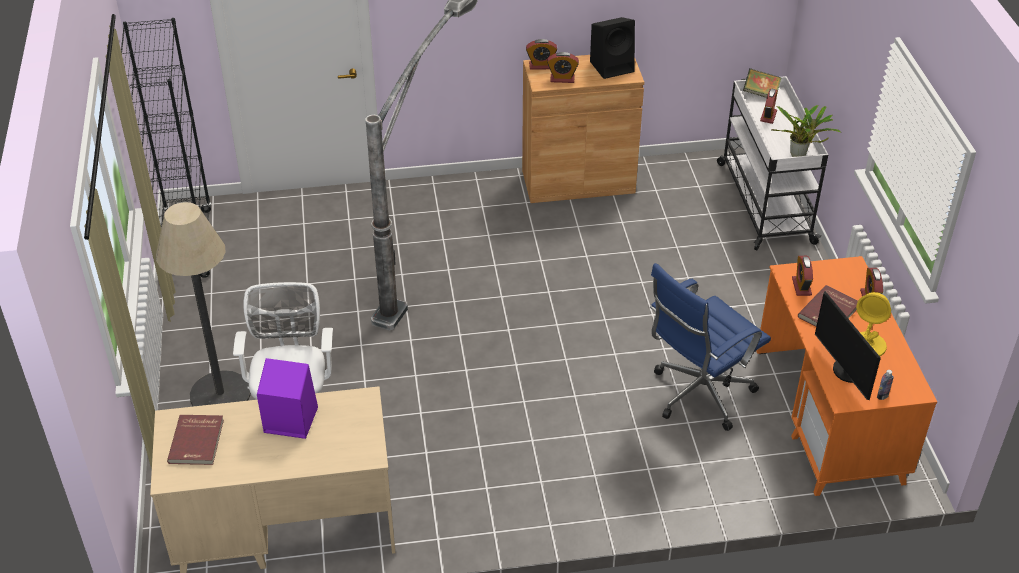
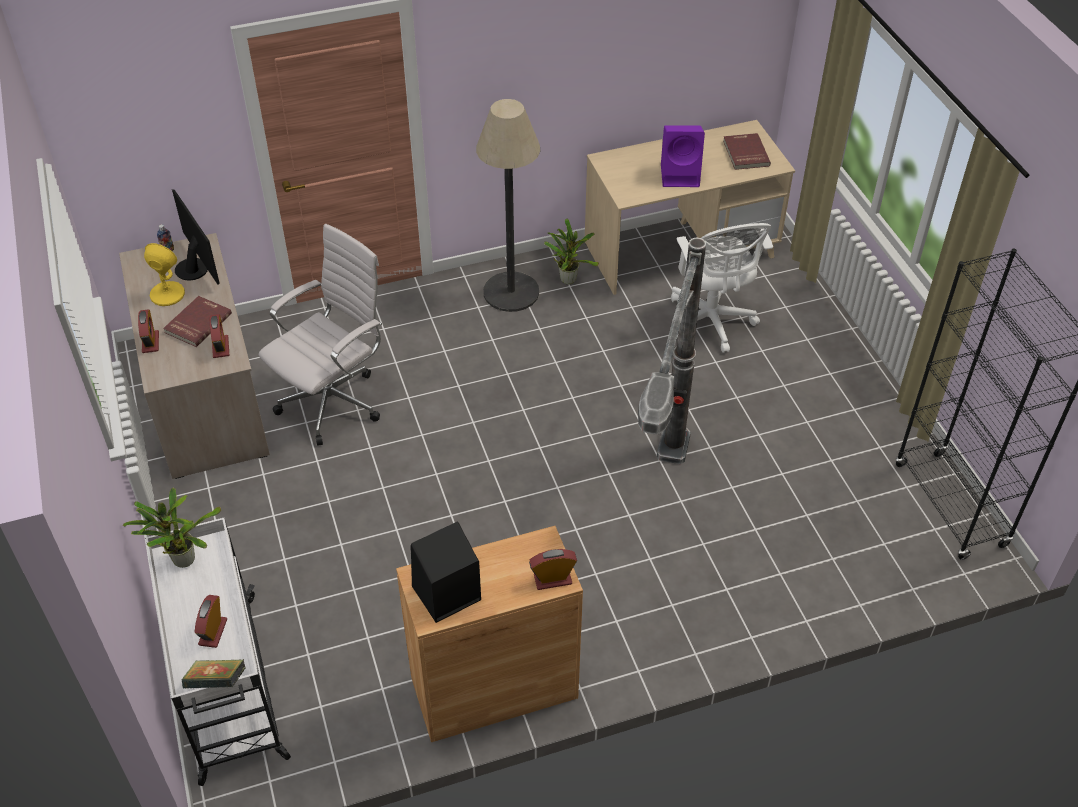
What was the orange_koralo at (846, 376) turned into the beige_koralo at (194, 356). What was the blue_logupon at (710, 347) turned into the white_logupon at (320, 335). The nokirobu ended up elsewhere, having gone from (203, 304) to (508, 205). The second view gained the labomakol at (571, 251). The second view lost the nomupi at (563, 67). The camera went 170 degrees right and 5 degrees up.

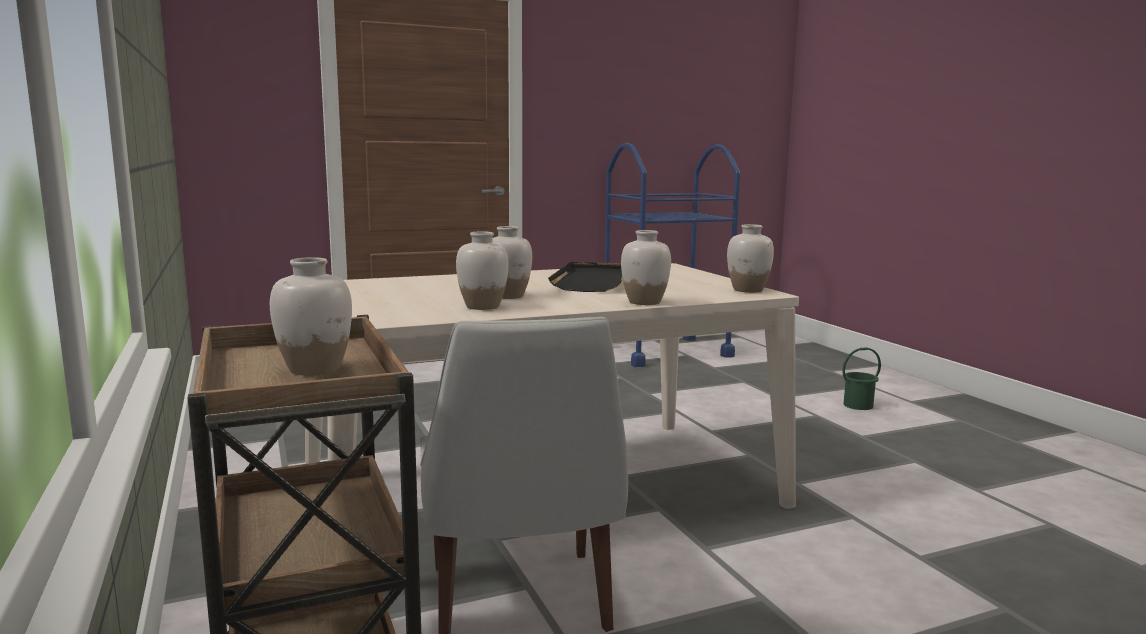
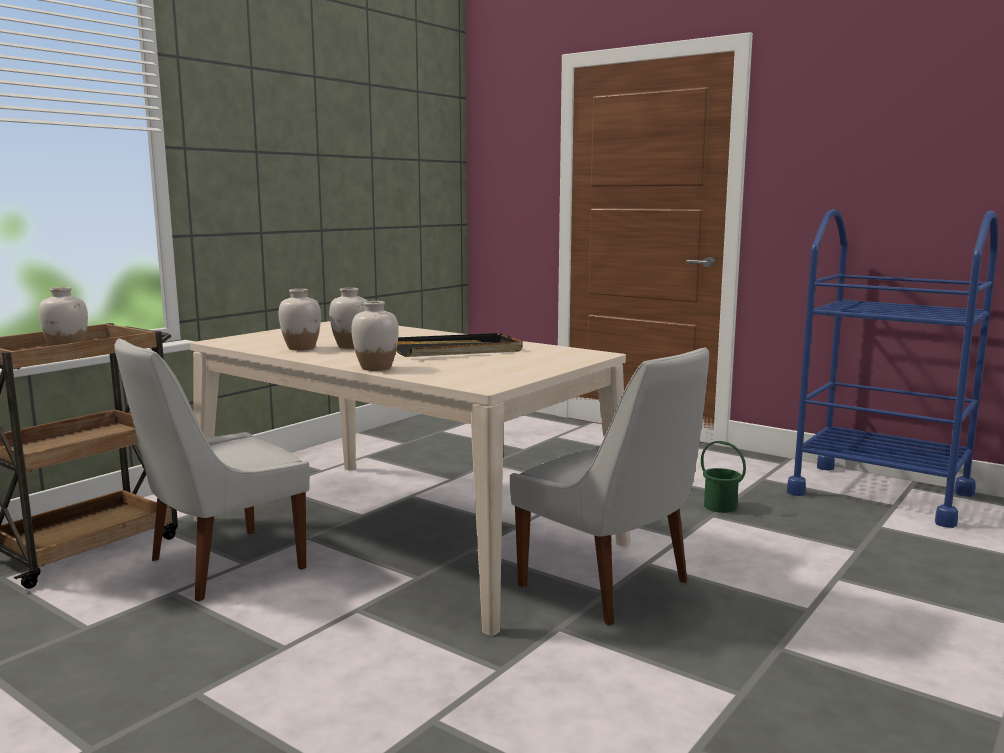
The second view gained the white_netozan at (609, 486). The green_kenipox ended up elsewhere, having gone from (862, 378) to (723, 477). The second view lost the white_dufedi at (750, 258). The camera went 60 degrees right and 0 degrees up.

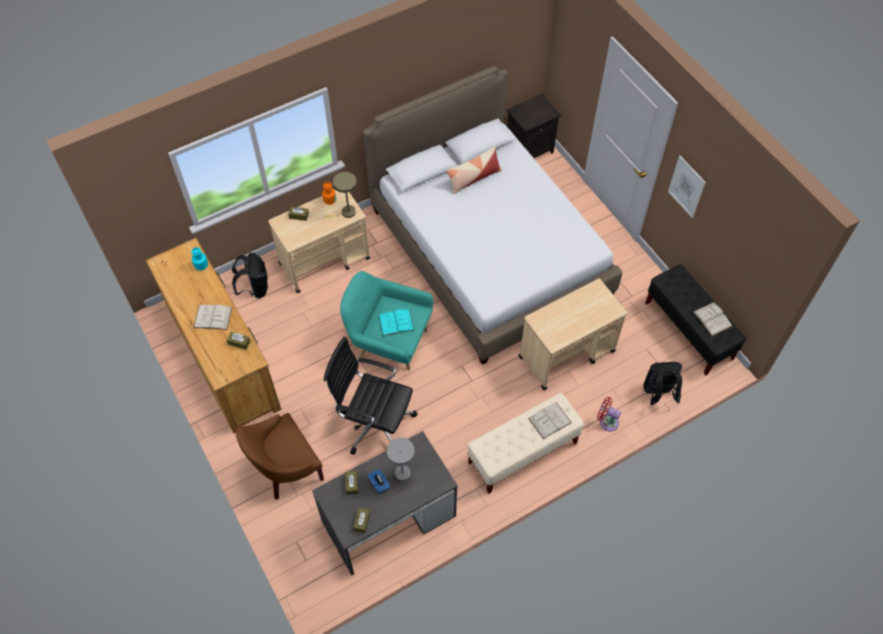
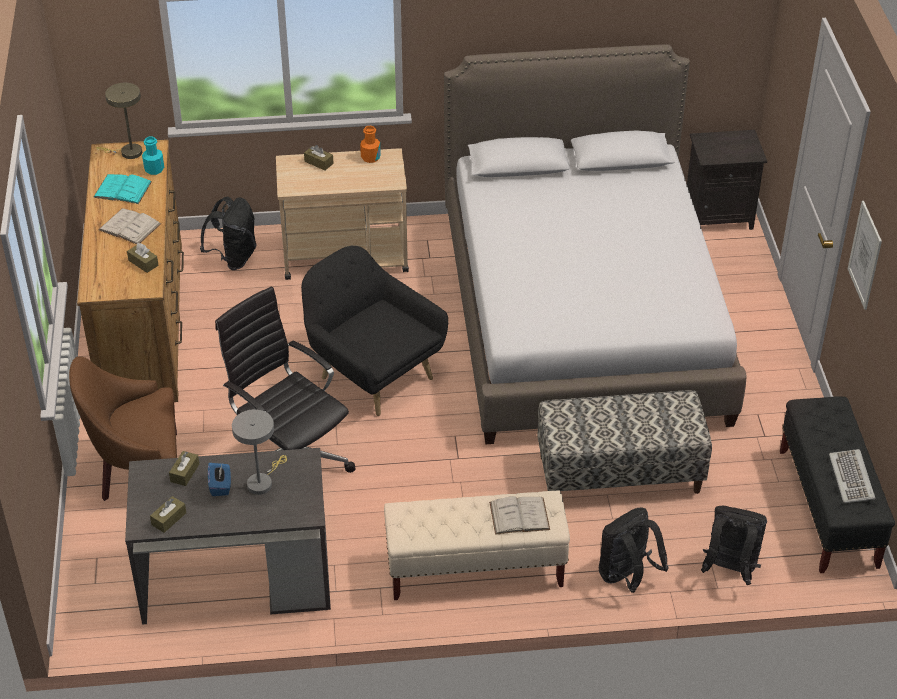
The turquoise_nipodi ended up elsewhere, having gone from (396, 322) to (122, 189). The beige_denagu ended up elsewhere, having gone from (340, 195) to (119, 121). What was the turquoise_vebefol at (386, 320) turned into the black_vebefol at (374, 331). Where the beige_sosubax stood at (573, 334), the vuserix came to stand at (624, 442). Where the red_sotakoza stood at (609, 414), the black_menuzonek came to stand at (634, 550). Where the white_nipodi stood at (713, 319), the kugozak came to stand at (852, 476). The second view lost the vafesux at (474, 170). The camera went 25 degrees right and 15 degrees down.

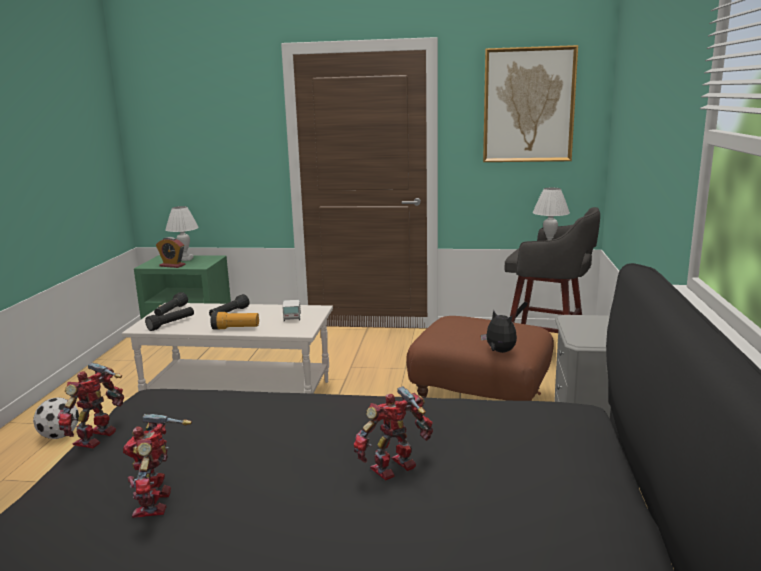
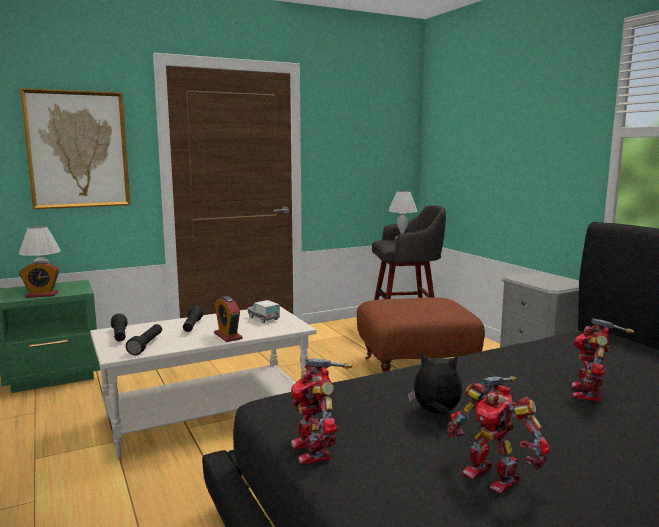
The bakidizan ended up elsewhere, having gone from (530, 103) to (75, 148). Where the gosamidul stood at (235, 320), the nomupi came to stand at (228, 319). The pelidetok ended up elsewhere, having gone from (499, 331) to (435, 383). The second view lost the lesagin at (56, 418). The camera went 35 degrees left and 5 degrees down.

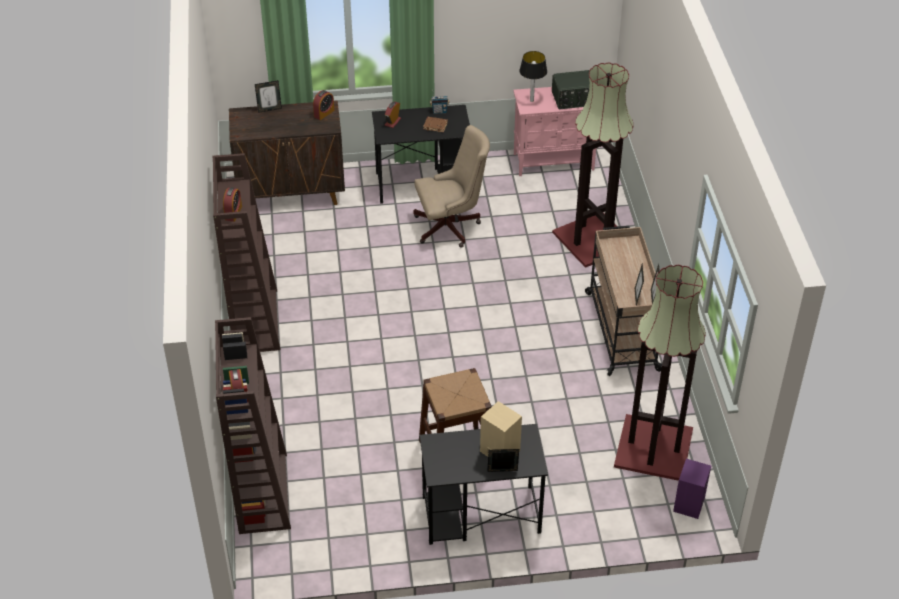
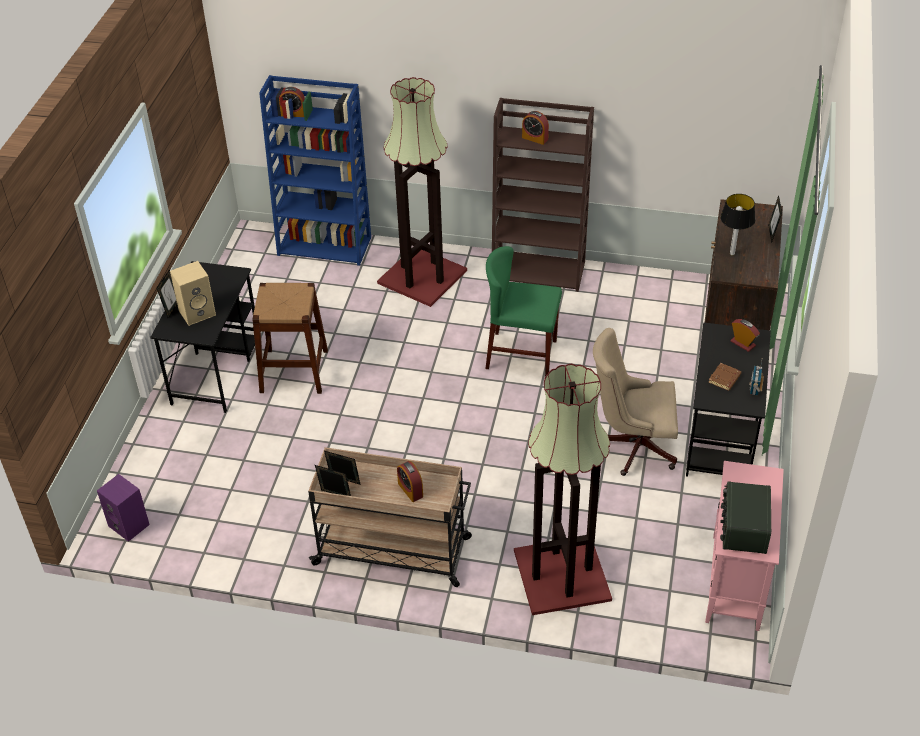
What was the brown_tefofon at (253, 425) turned into the blue_tefofon at (315, 170). The nokirobu ended up elsewhere, having gone from (660, 373) to (422, 192). The nomupi ended up elsewhere, having gone from (323, 105) to (410, 481). The second view gained the green_netozan at (524, 311). The beige_logupon at (451, 186) ended up facing another way, 90 degrees clockwise from before. The denagu ended up elsewhere, having gone from (533, 76) to (737, 224). The camera went 110 degrees right and 0 degrees up.

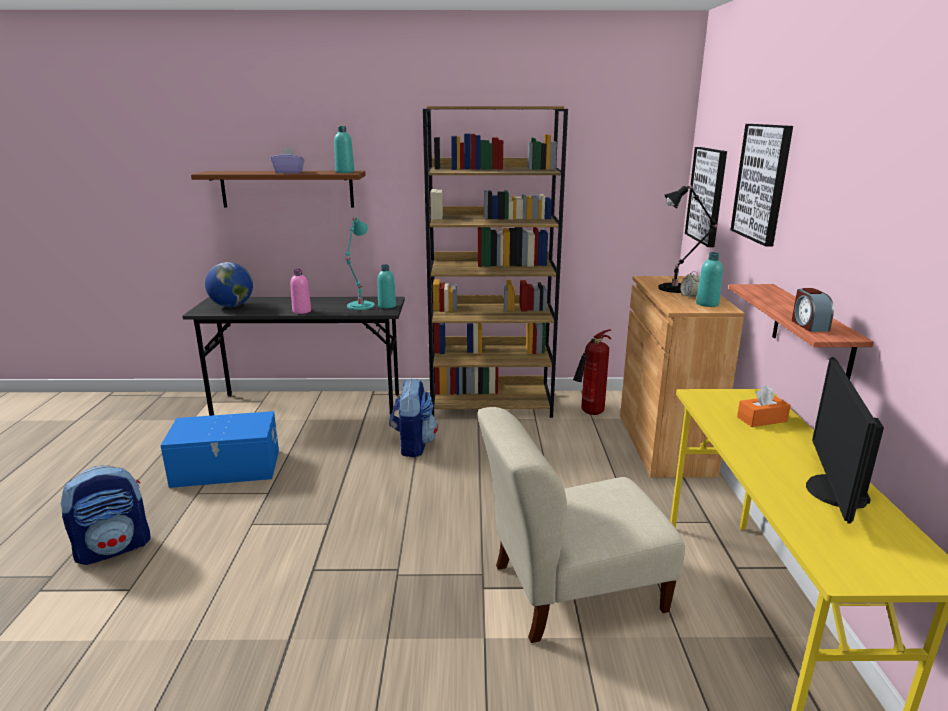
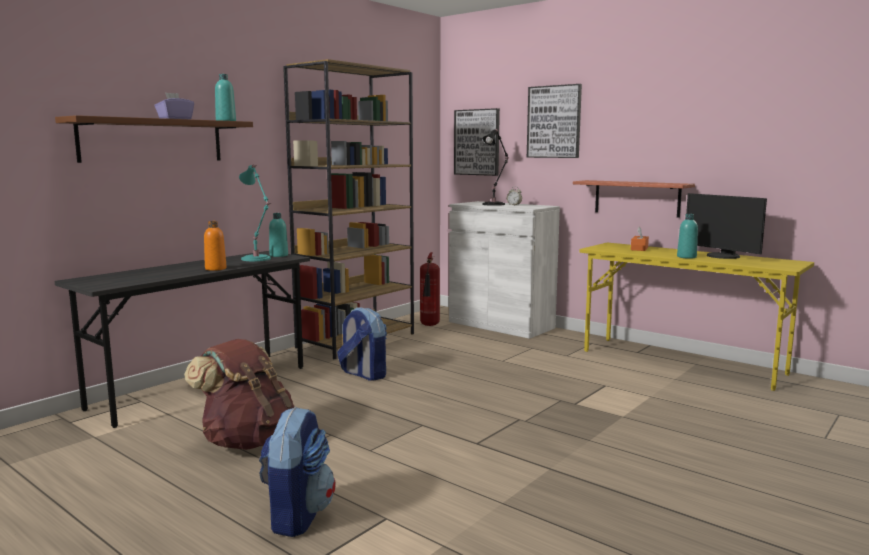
Where the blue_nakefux stood at (219, 449), the brown_menuzonek came to stand at (239, 394). What was the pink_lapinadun at (300, 291) turned into the orange_lapinadun at (215, 246). What was the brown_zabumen at (682, 377) turned into the white_zabumen at (504, 270). The turquoise_lapinadun ended up elsewhere, having gone from (709, 279) to (687, 236). The second view lost the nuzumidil at (229, 284). The second view lost the beige_netozan at (581, 525). The second view lost the nomupi at (813, 310). The camera went 50 degrees left and 10 degrees down.

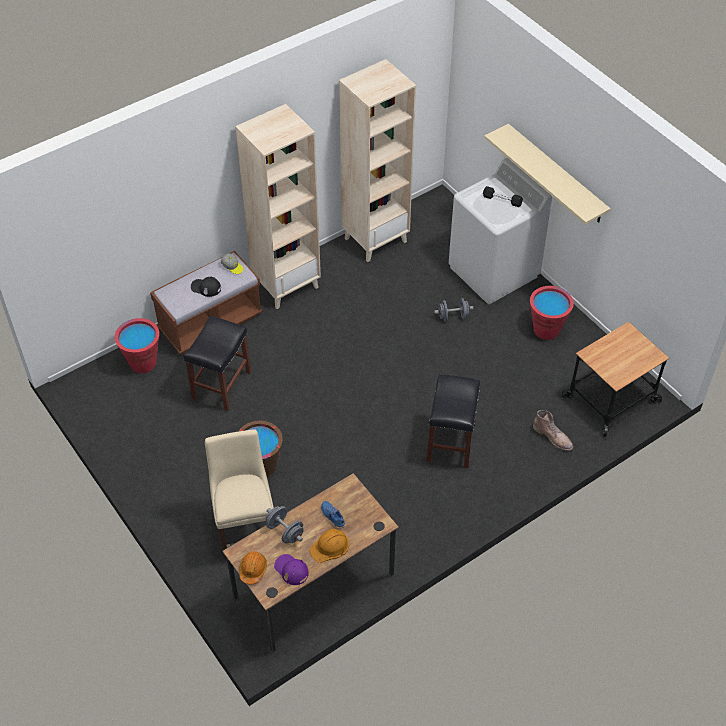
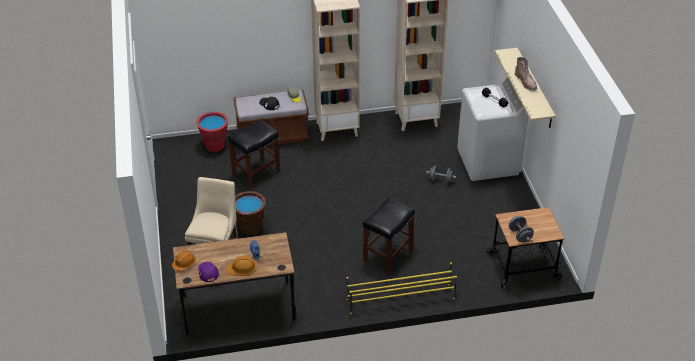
The second view gained the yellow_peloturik at (401, 288). The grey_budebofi ended up elsewhere, having gone from (285, 524) to (521, 229). The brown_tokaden ended up elsewhere, having gone from (553, 430) to (526, 74). The second view lost the red_kenipox at (552, 313). The camera went 25 degrees right and 10 degrees down.

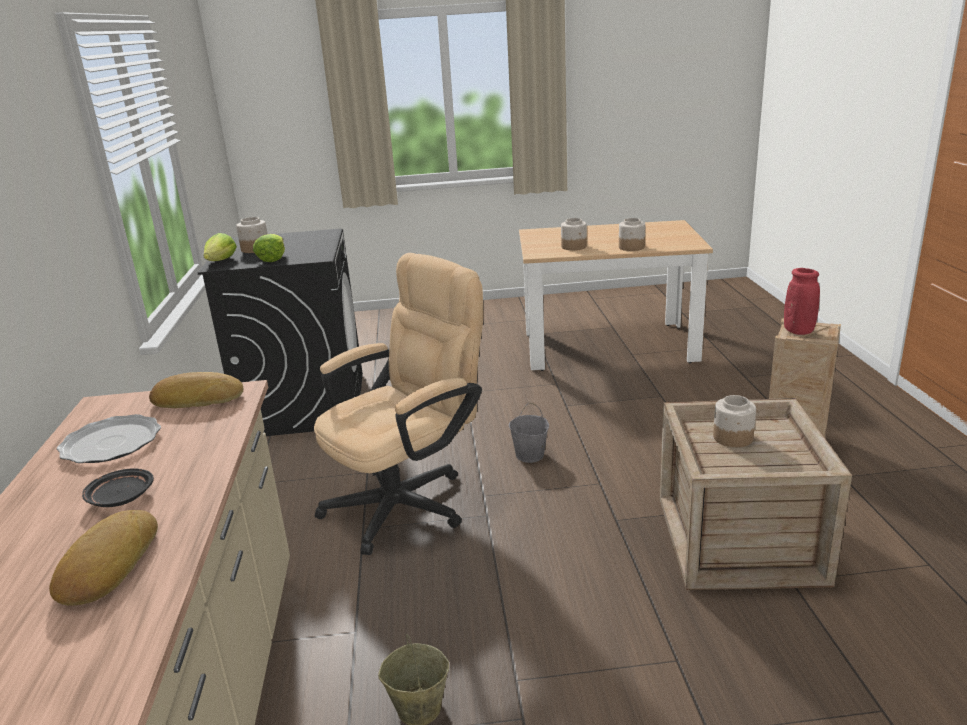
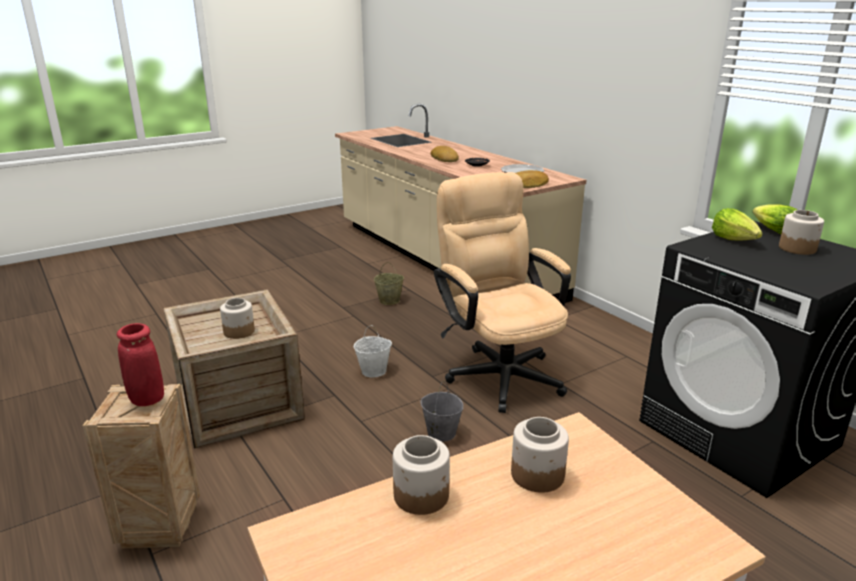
The second view gained the white_kenipox at (373, 351). The beige_logupon at (398, 404) ended up facing another way, 135 degrees clockwise from before. The camera went 150 degrees right and 0 degrees up.

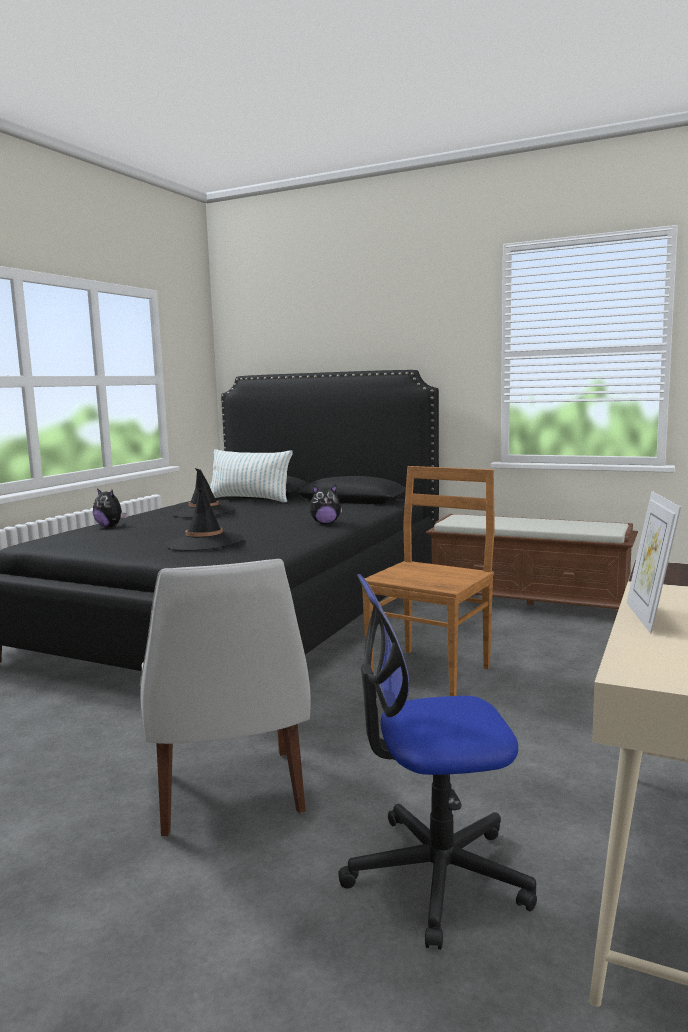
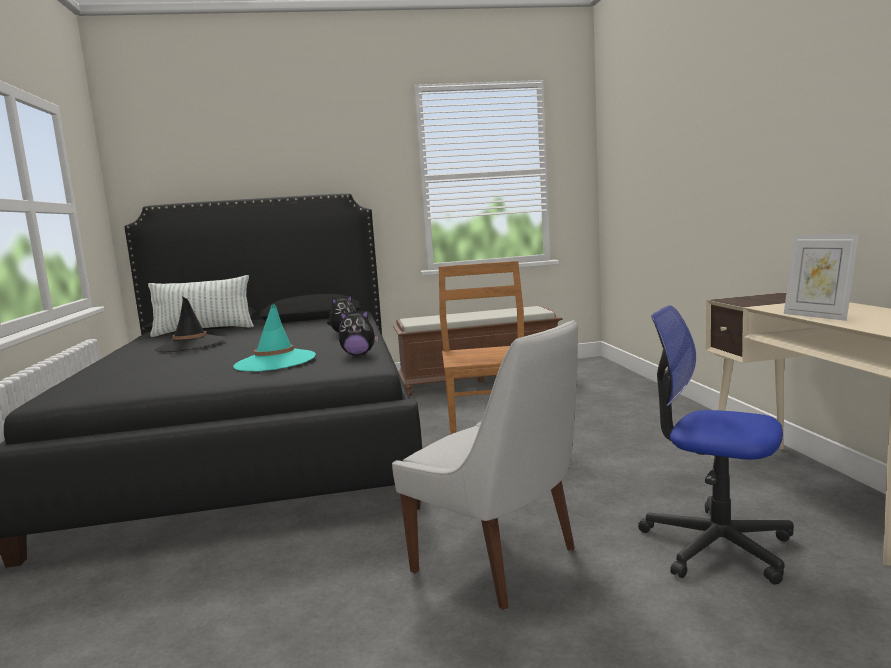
What was the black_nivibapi at (204, 519) turned into the turquoise_nivibapi at (275, 337). The pelidetok ended up elsewhere, having gone from (110, 507) to (359, 332). The logupon at (437, 762) ended up facing another way, 75 degrees clockwise from before. The camera went 35 degrees left and 0 degrees up.

